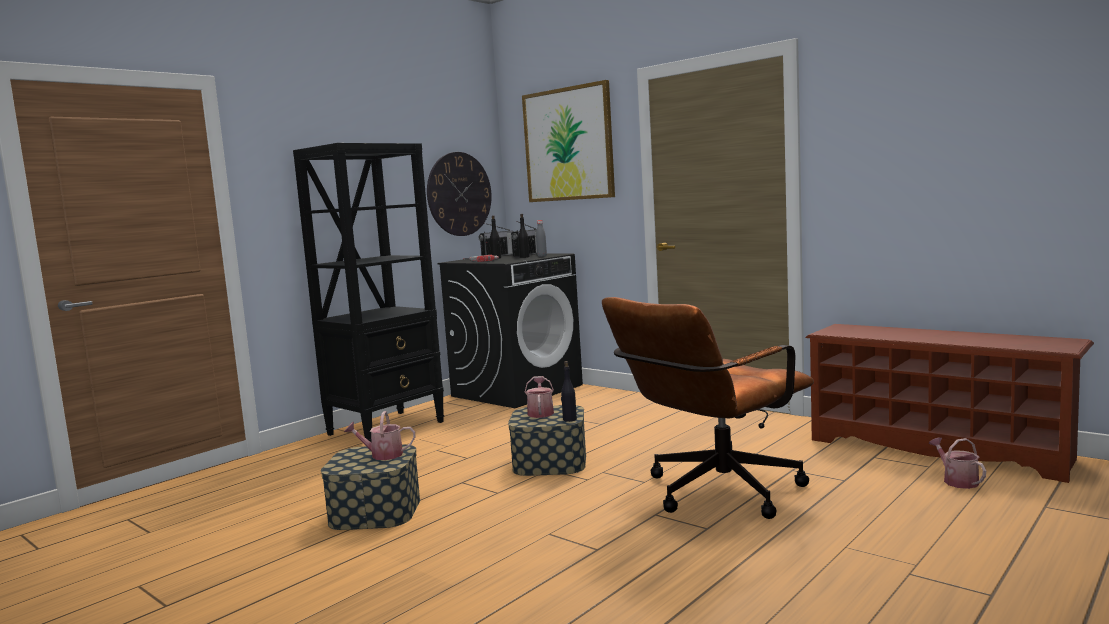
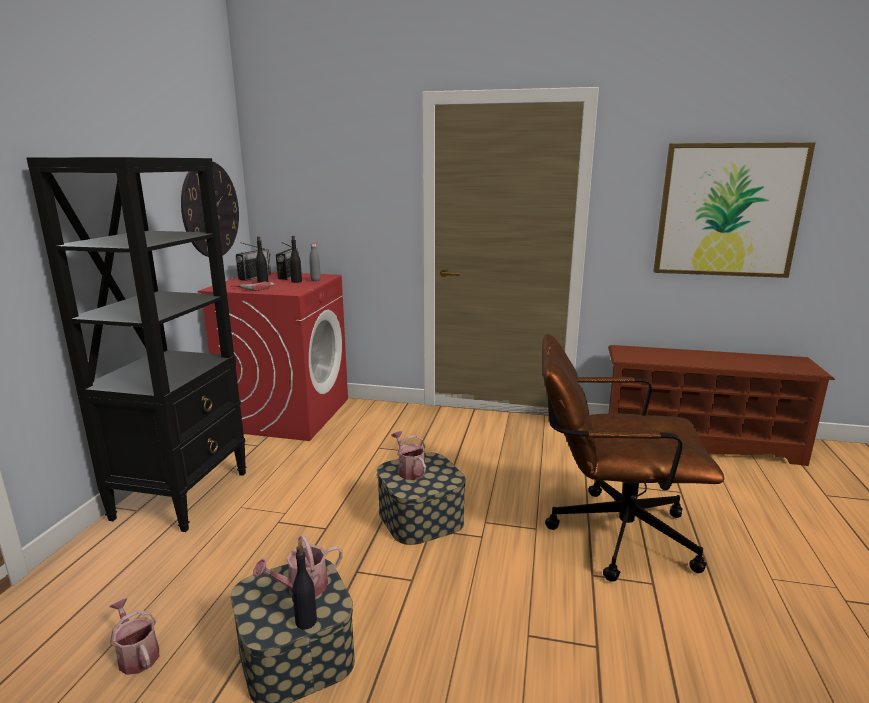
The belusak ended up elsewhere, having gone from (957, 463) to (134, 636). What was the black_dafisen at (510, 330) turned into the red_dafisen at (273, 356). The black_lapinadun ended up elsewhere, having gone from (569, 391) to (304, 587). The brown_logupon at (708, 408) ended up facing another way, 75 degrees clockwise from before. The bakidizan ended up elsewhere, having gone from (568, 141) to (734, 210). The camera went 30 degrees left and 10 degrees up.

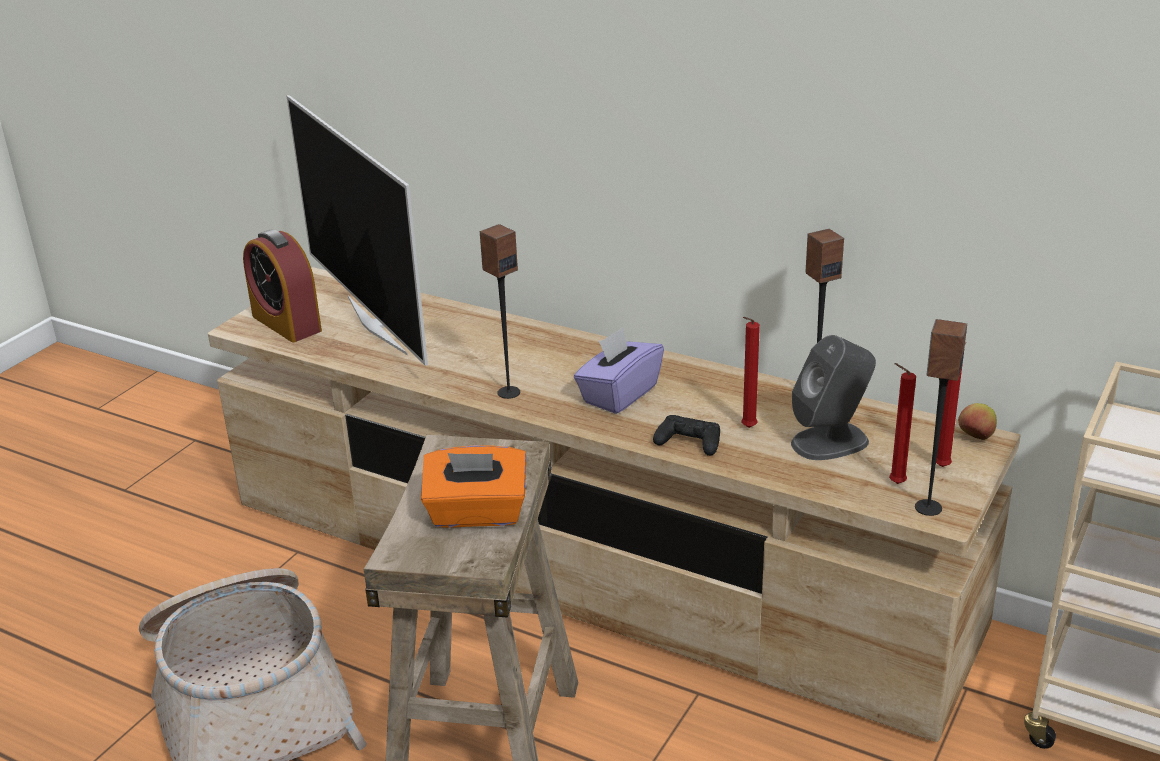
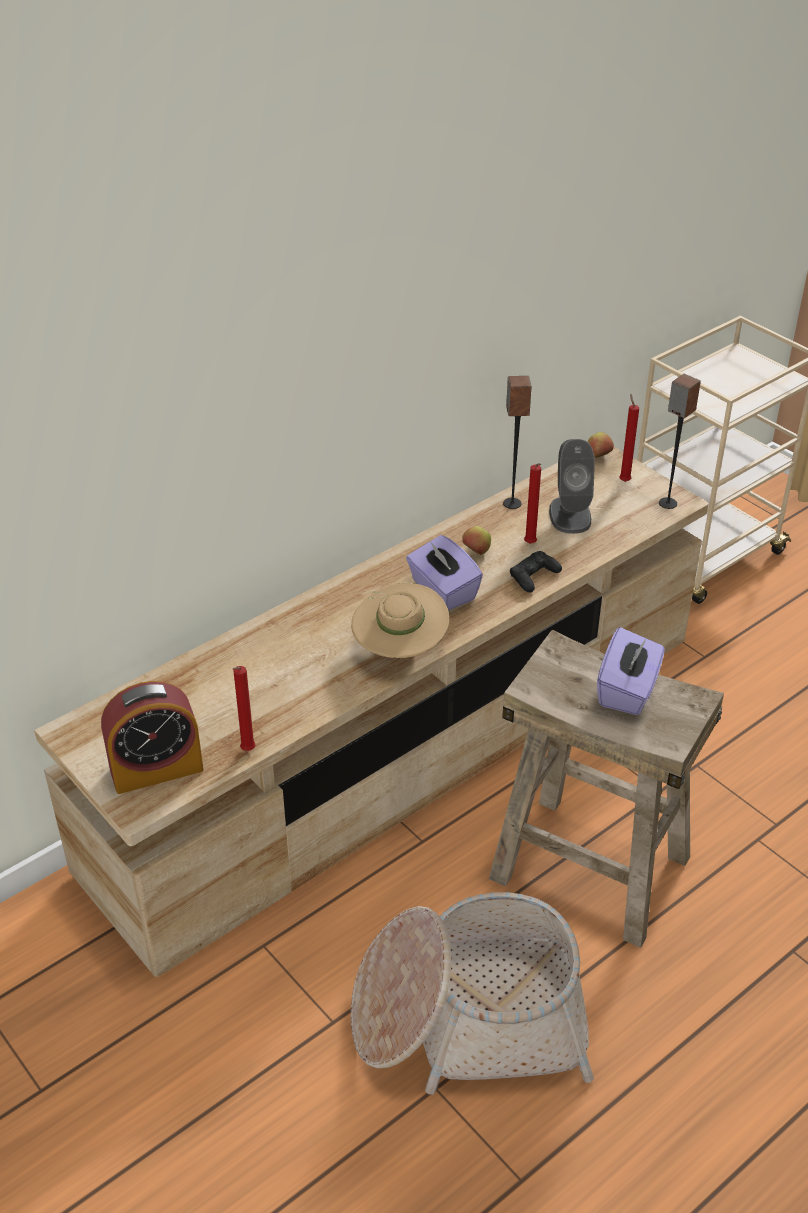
The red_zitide ended up elsewhere, having gone from (902, 423) to (244, 708). Where the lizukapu stood at (500, 311), the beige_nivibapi came to stand at (400, 620). The second view gained the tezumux at (476, 540). What was the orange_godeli at (474, 486) turned into the purple_godeli at (631, 671). The second view lost the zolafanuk at (357, 230). The camera went 70 degrees left and 10 degrees up.

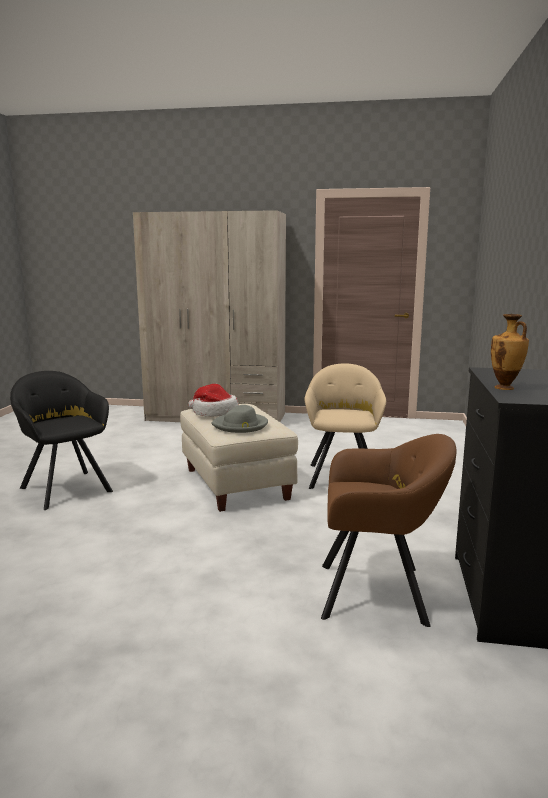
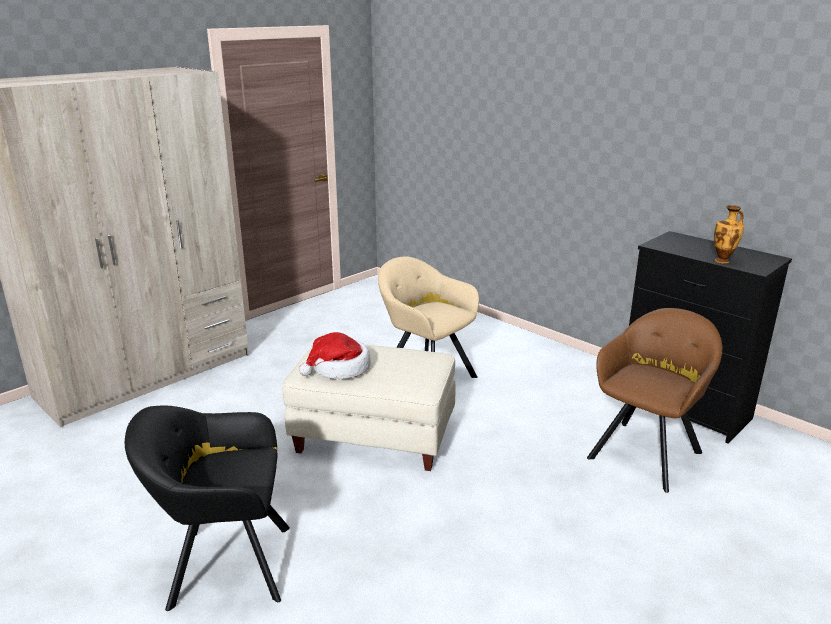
The second view lost the grey_nivibapi at (240, 419). The camera went 55 degrees left and 10 degrees up.

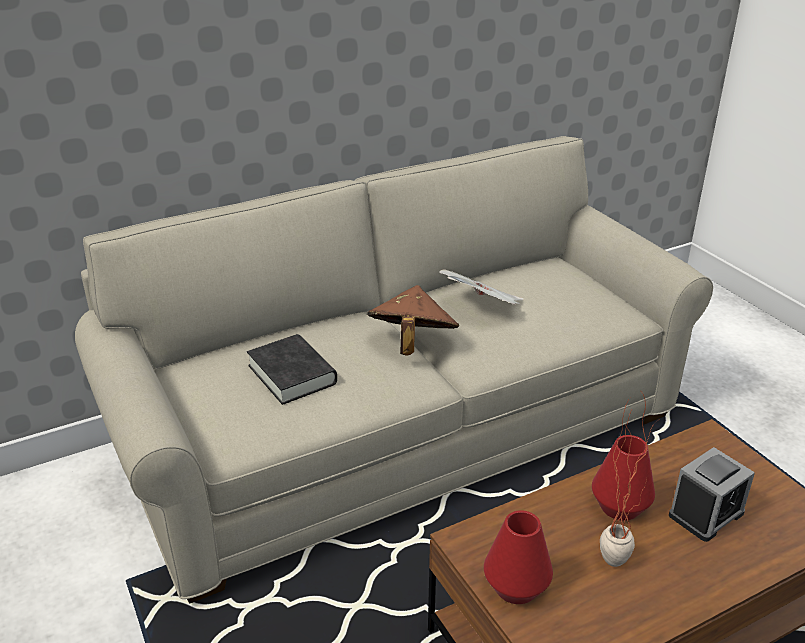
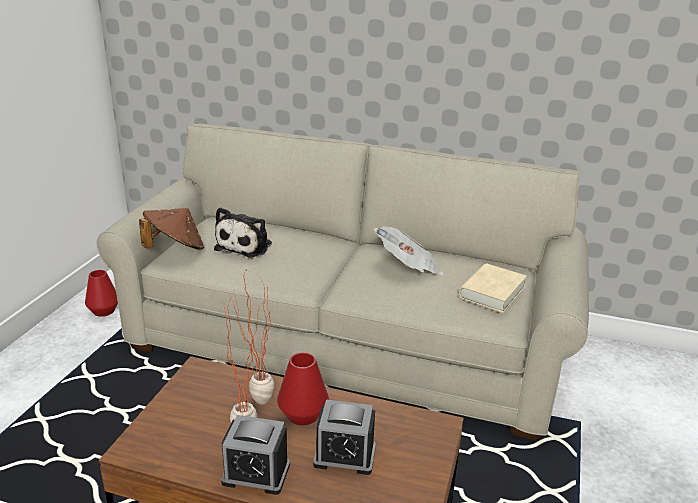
The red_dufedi ended up elsewhere, having gone from (518, 557) to (101, 293). The brown_nivibapi ended up elsewhere, having gone from (413, 320) to (171, 229). Where the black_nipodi stood at (292, 369), the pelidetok came to stand at (243, 232). The second view gained the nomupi at (255, 455). The second view gained the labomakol at (251, 336). The second view gained the beige_nipodi at (493, 288). The camera went 45 degrees right and 5 degrees down.

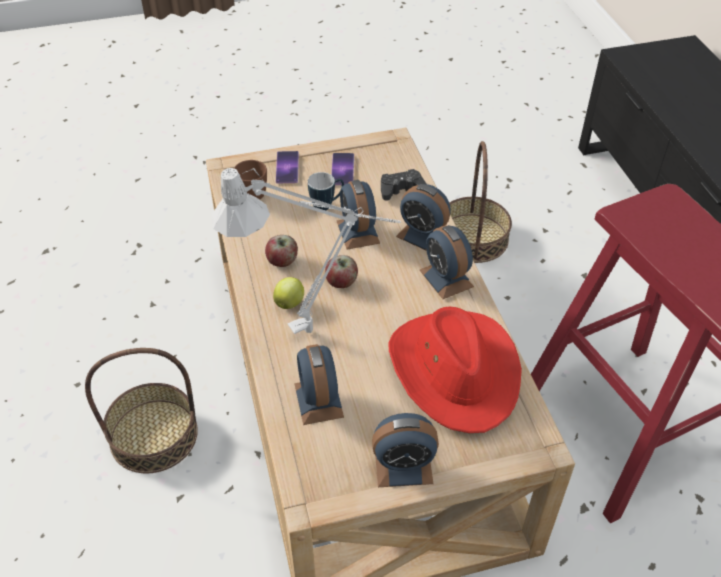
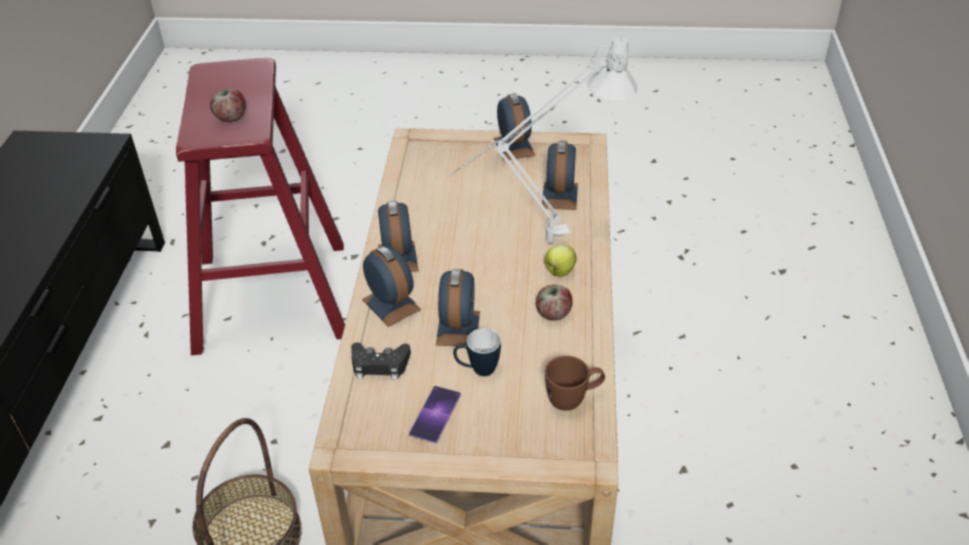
The tezumux ended up elsewhere, having gone from (341, 271) to (228, 105). The nomupi at (405, 450) ended up facing another way, 60 degrees clockwise from before. The second view lost the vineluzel at (141, 410). The second view lost the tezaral at (287, 167). The second view lost the red_nivibapi at (455, 370). The camera went 160 degrees left and 5 degrees down.

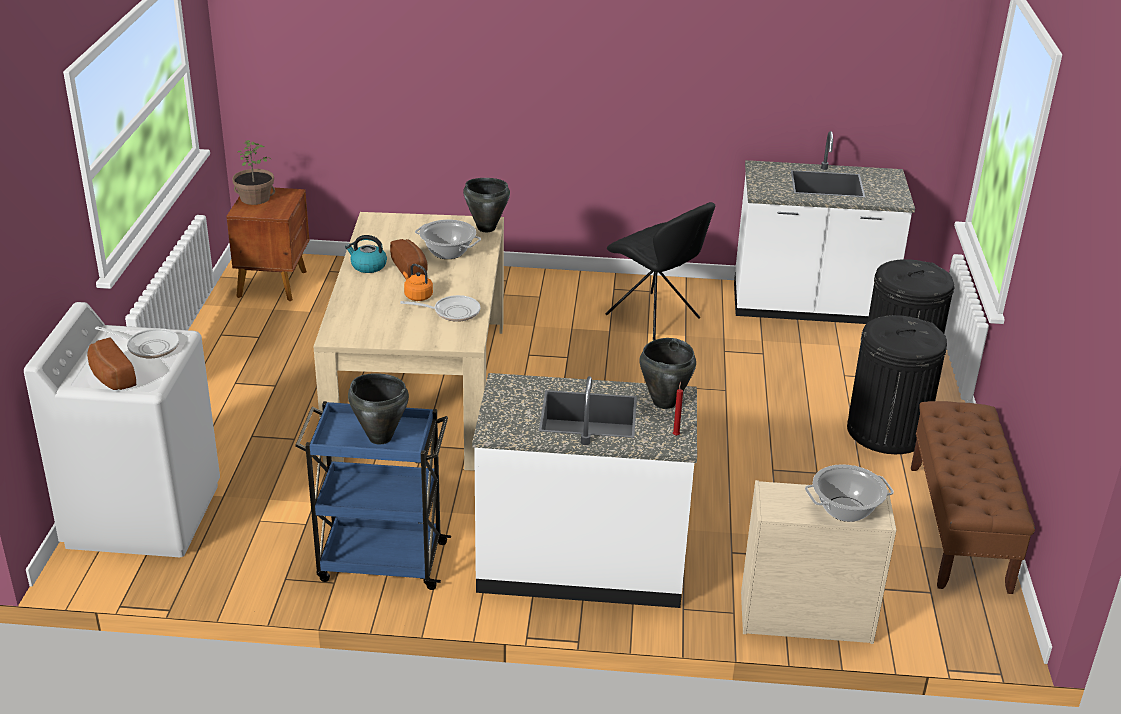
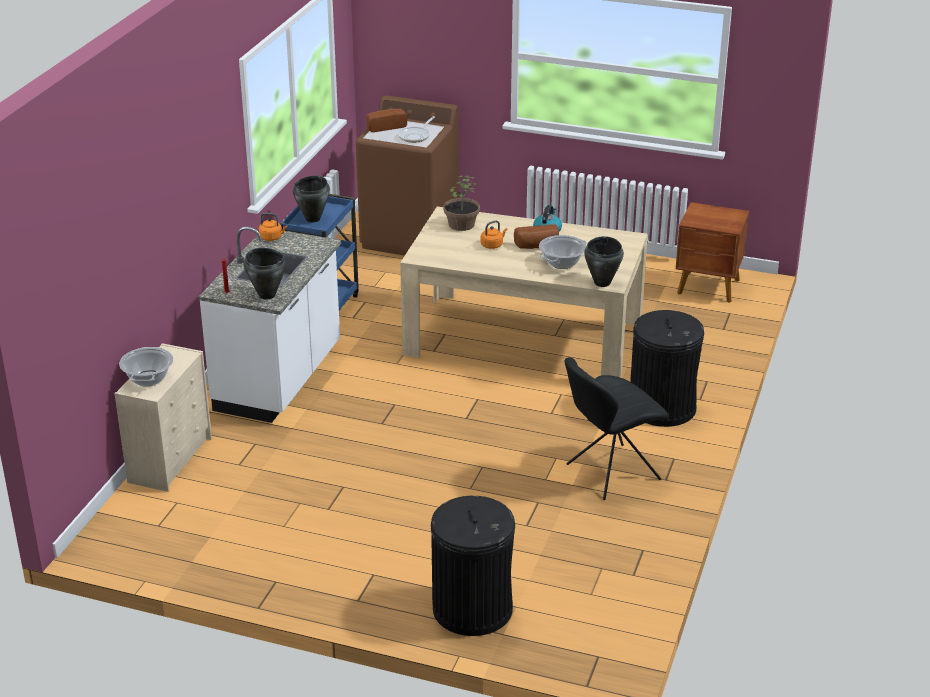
The second view gained the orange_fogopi at (273, 227). What was the white_dafisen at (122, 429) turned into the brown_dafisen at (407, 175). The labomakol ended up elsewhere, having gone from (253, 172) to (461, 203). The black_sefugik ended up elsewhere, having gone from (897, 384) to (667, 368). The second view lost the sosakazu at (440, 308). The second view lost the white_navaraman at (824, 227). The second view lost the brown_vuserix at (973, 497). The camera went 105 degrees right and 0 degrees up.

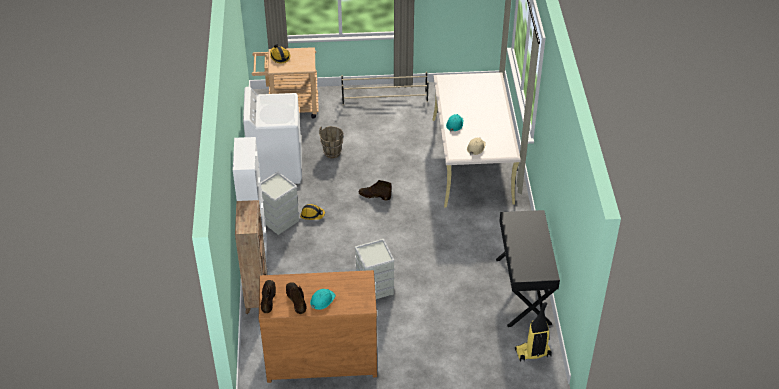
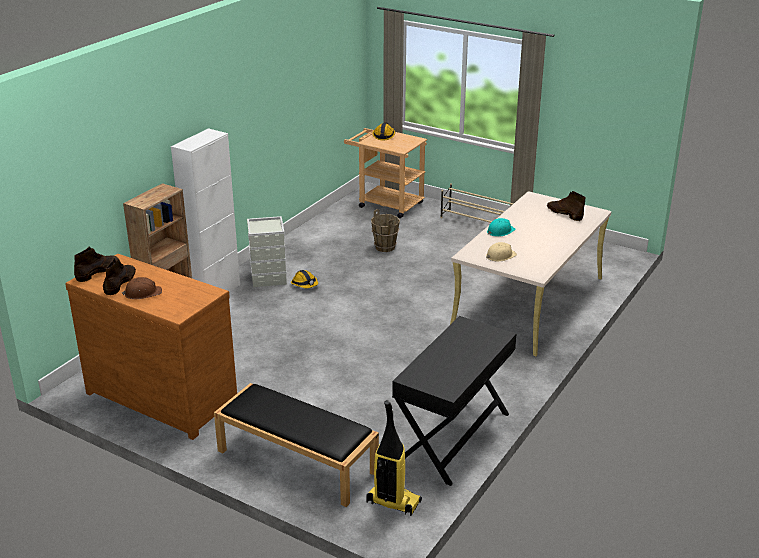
What was the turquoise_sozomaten at (323, 299) turned into the brown_sozomaten at (142, 288). The second view gained the black_vuserix at (296, 445). The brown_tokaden ended up elsewhere, having gone from (375, 190) to (566, 206). The second view lost the white_dafisen at (272, 135). The second view lost the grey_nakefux at (374, 269). The camera went 35 degrees right and 15 degrees down.

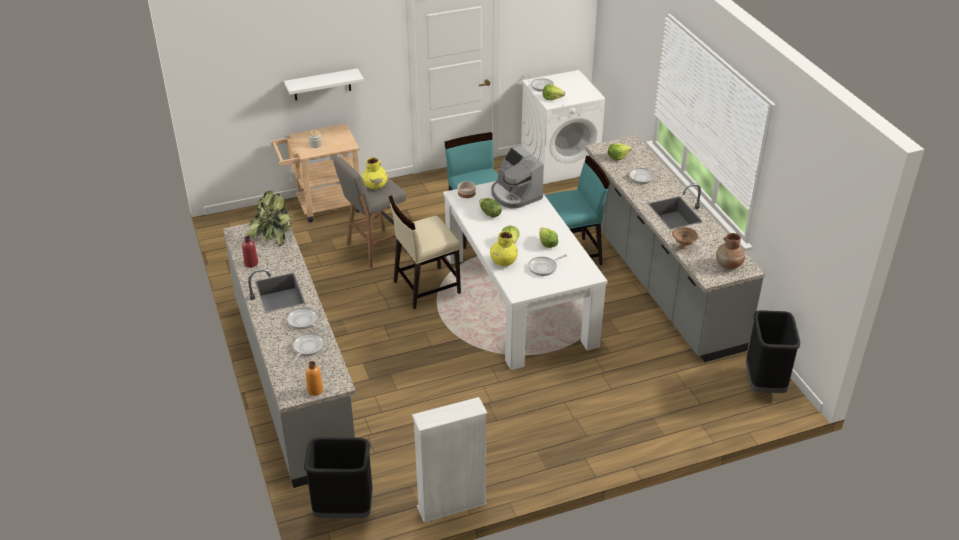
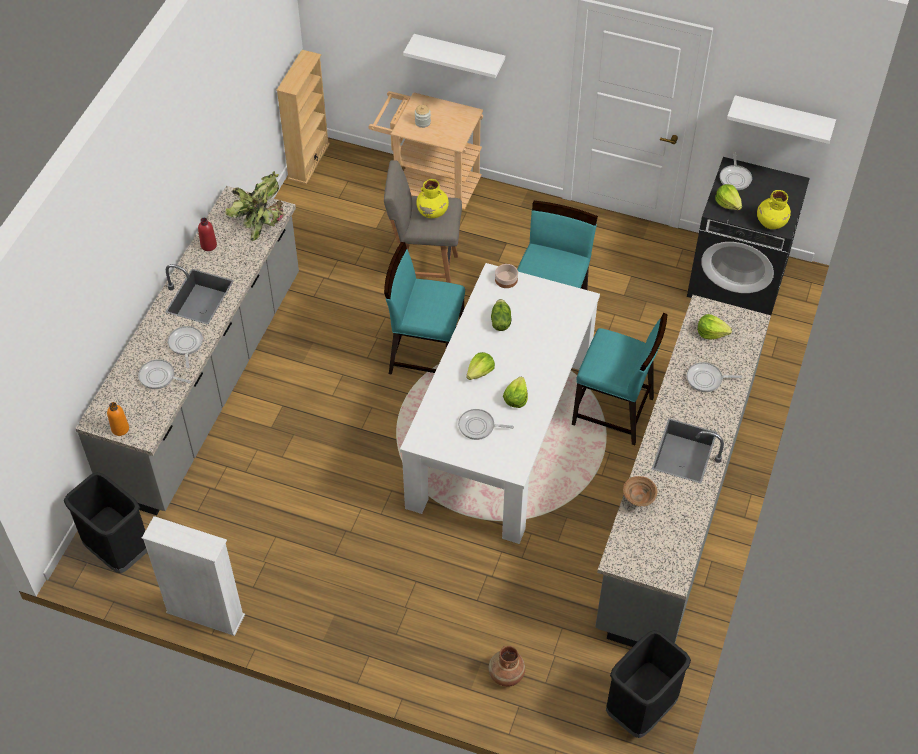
The sosakazu at (307, 348) ended up facing another way, 135 degrees counterclockwise from before. The second view gained the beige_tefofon at (303, 117). What was the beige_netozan at (425, 252) turned into the turquoise_netozan at (424, 308). The brown_dufedi ended up elsewhere, having gone from (730, 251) to (507, 666). What was the white_dafisen at (563, 127) turned into the black_dafisen at (748, 236). The second view gained the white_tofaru at (781, 119). The yellow_dufedi ended up elsewhere, having gone from (504, 248) to (774, 209). The second view lost the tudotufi at (517, 177). The camera went 40 degrees right and 15 degrees up.

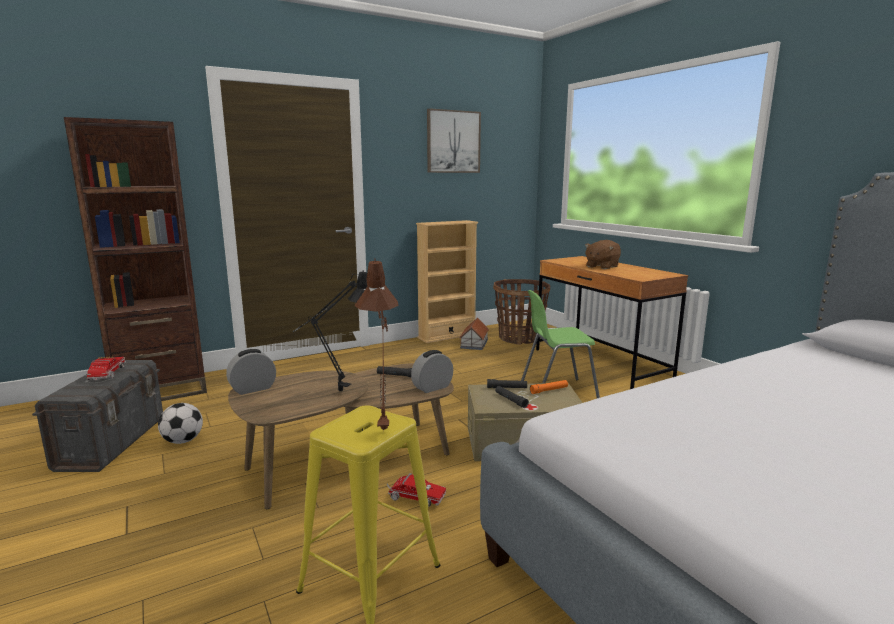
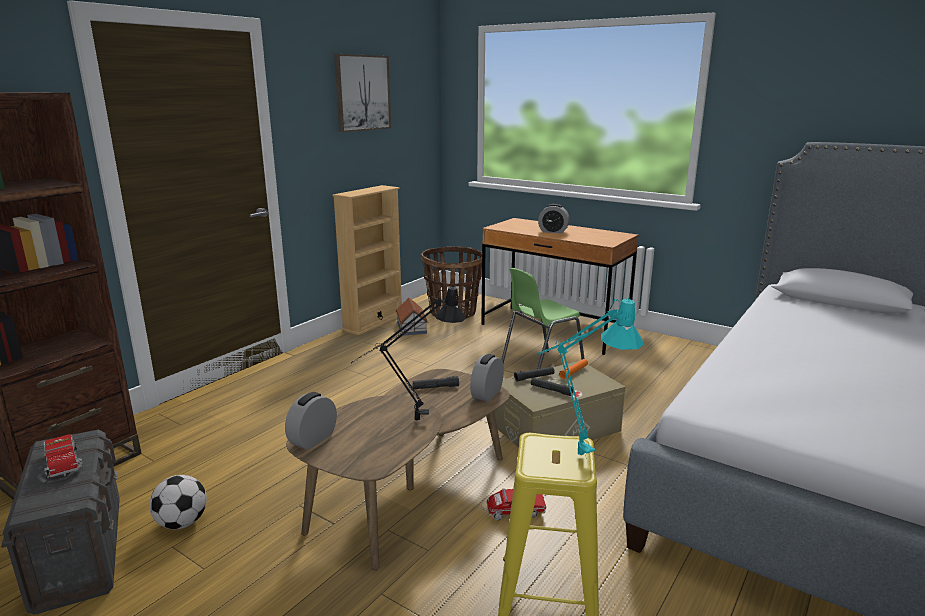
Where the brown_pelidetok stood at (603, 254), the nomupi came to stand at (554, 218). What was the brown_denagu at (377, 345) turned into the turquoise_denagu at (591, 378). The camera went 25 degrees left and 5 degrees up.

